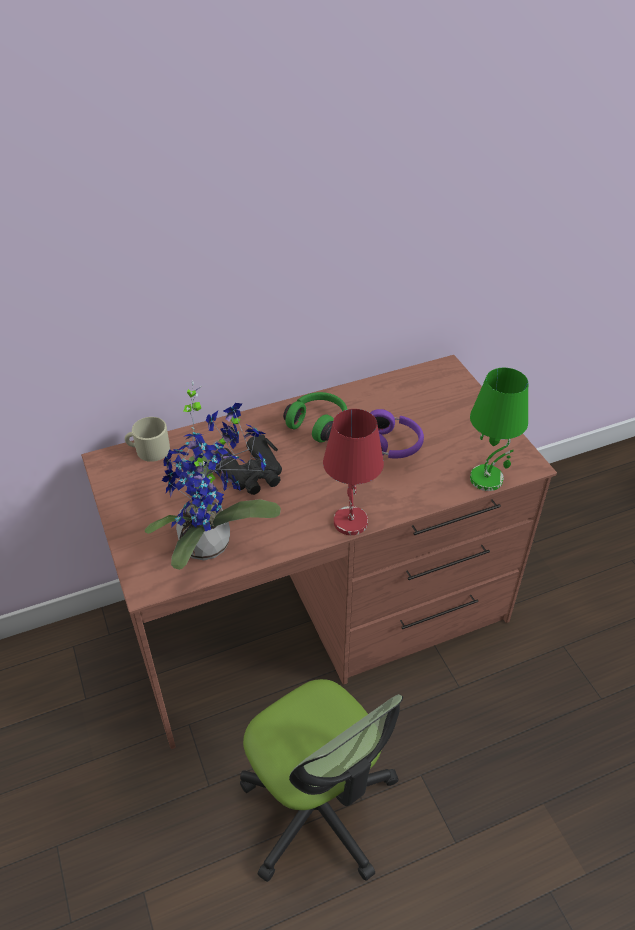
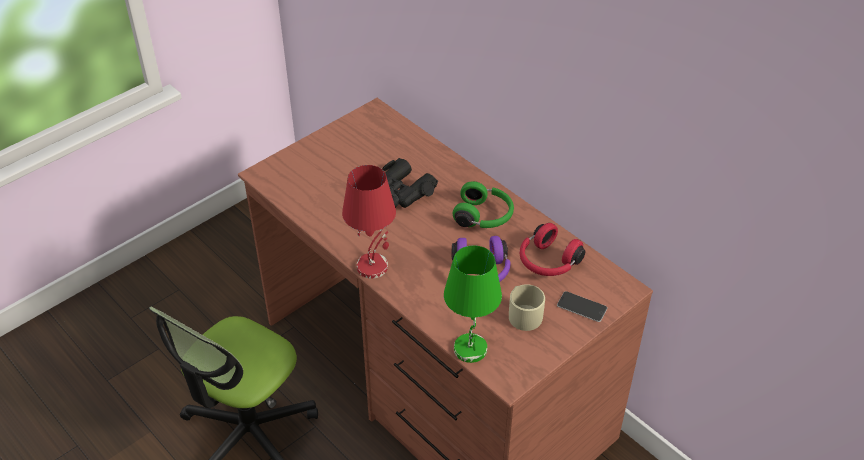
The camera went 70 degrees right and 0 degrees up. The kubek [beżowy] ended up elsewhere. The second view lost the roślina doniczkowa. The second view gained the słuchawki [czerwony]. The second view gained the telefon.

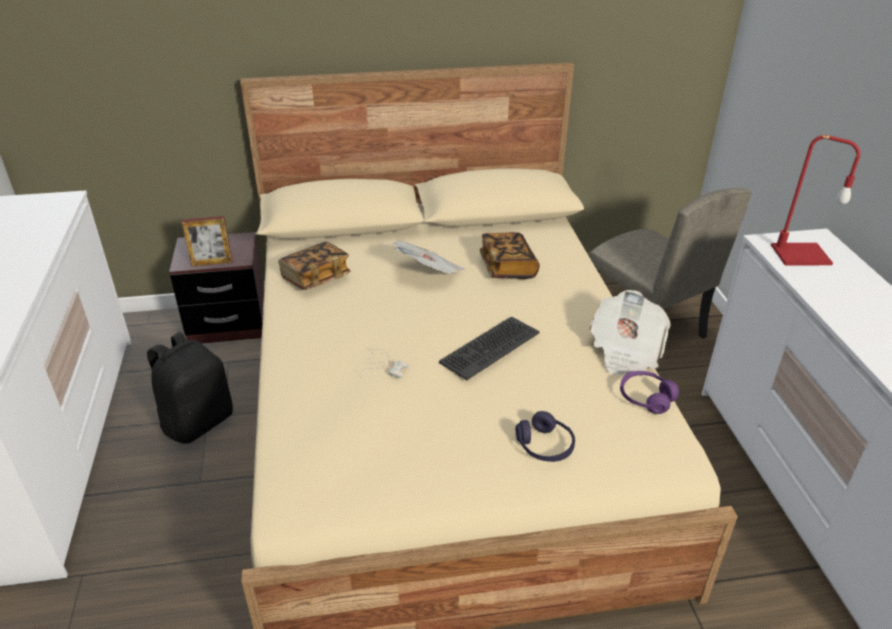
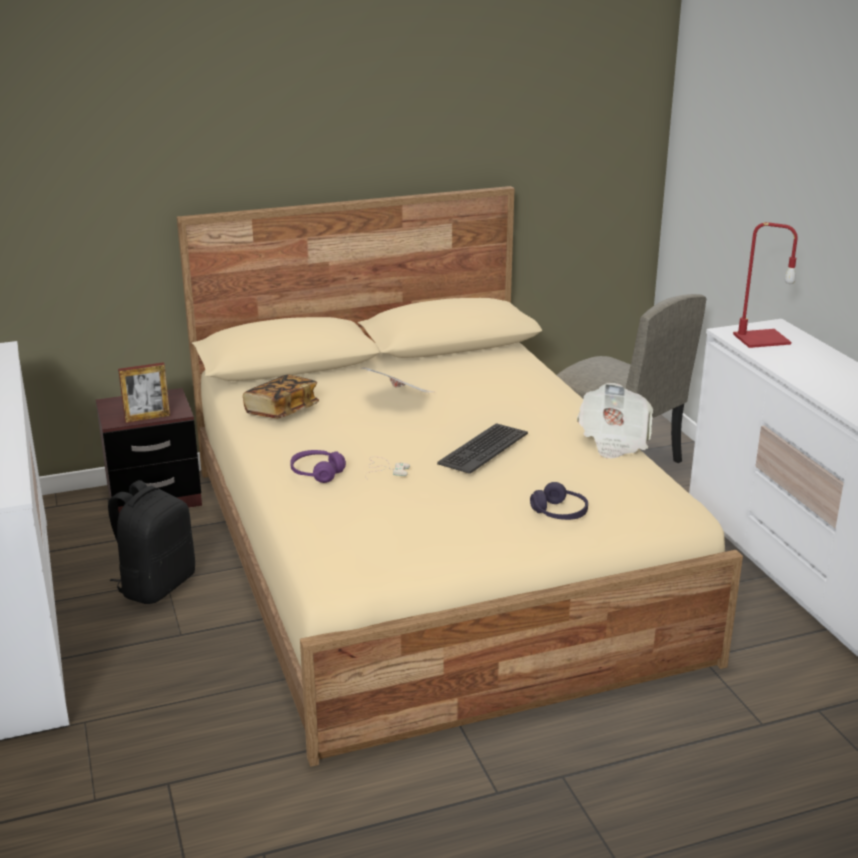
The camera went 10 degrees left and 10 degrees down. The second view lost the książka (2nd from left). The słuchawki [fioletowy] (2nd from left in the first image) ended up elsewhere.

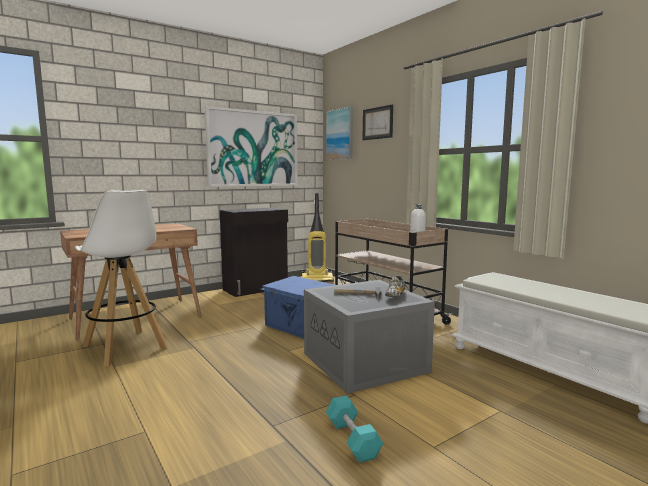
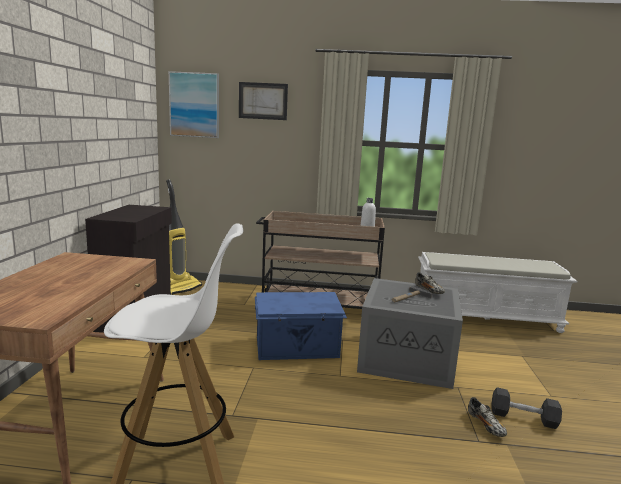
The camera went 50 degrees left and 5 degrees up. The second view lost the obraz (1st from left). What was the hantel [turkusowy] turned into the hantel [czarny]. The second view gained the but (2nd from left).

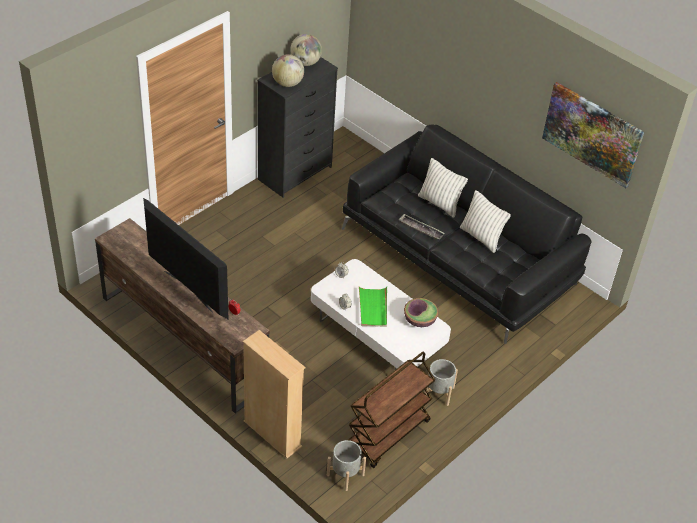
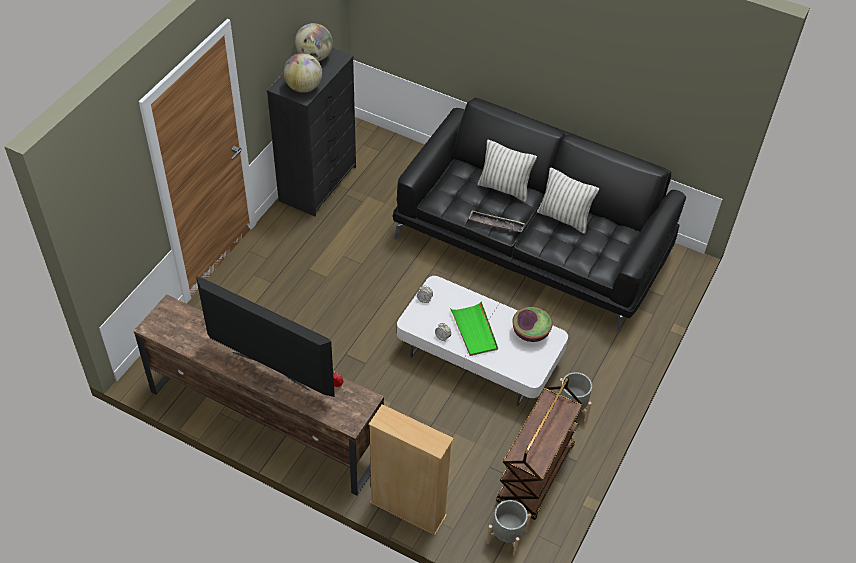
The camera went 15 degrees left and 5 degrees up. The second view lost the obraz.

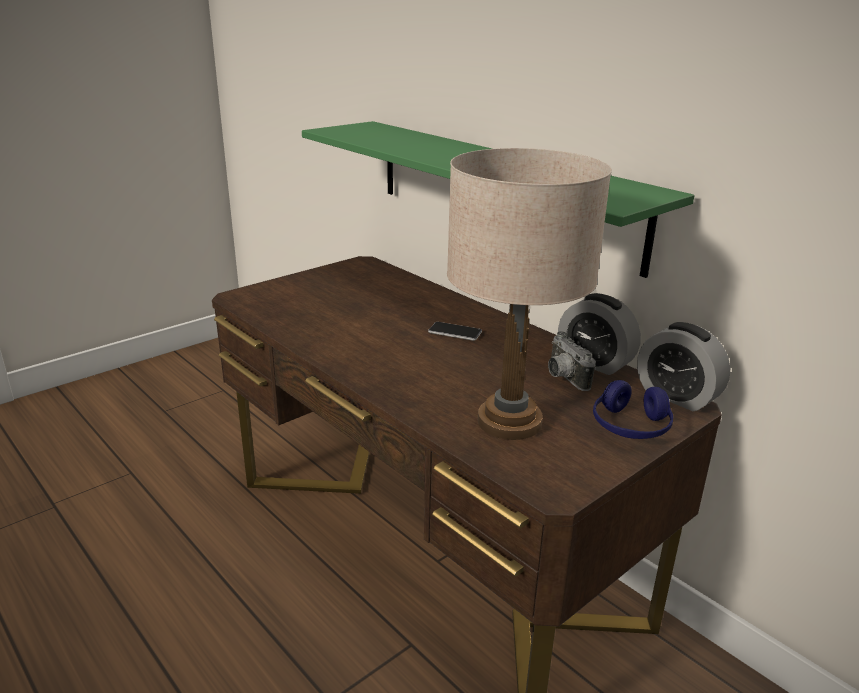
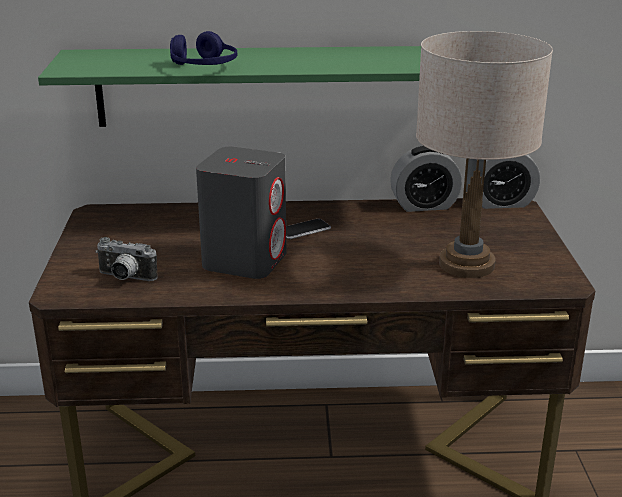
The camera went 50 degrees left and 0 degrees up. The aparat fotograficzny ended up elsewhere. The słuchawki [niebieski] ended up elsewhere. The second view gained the głośnik [szary].

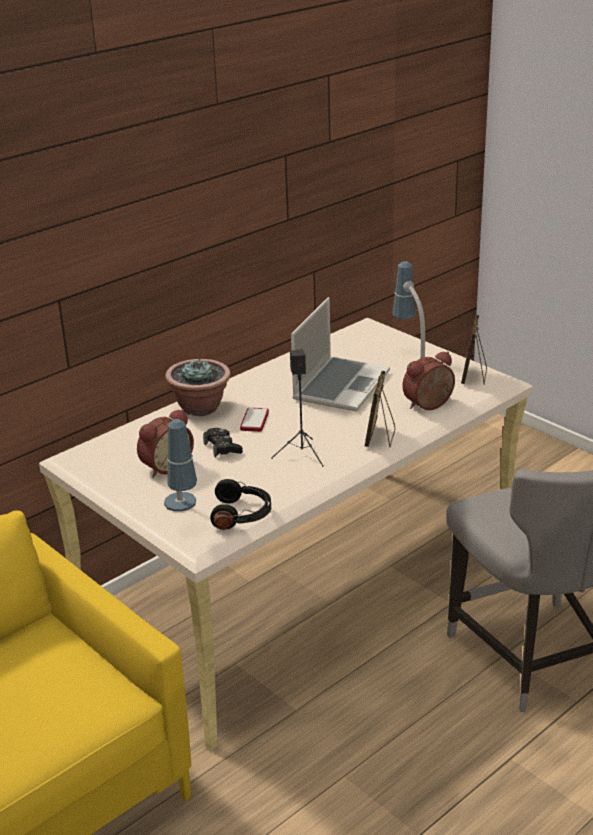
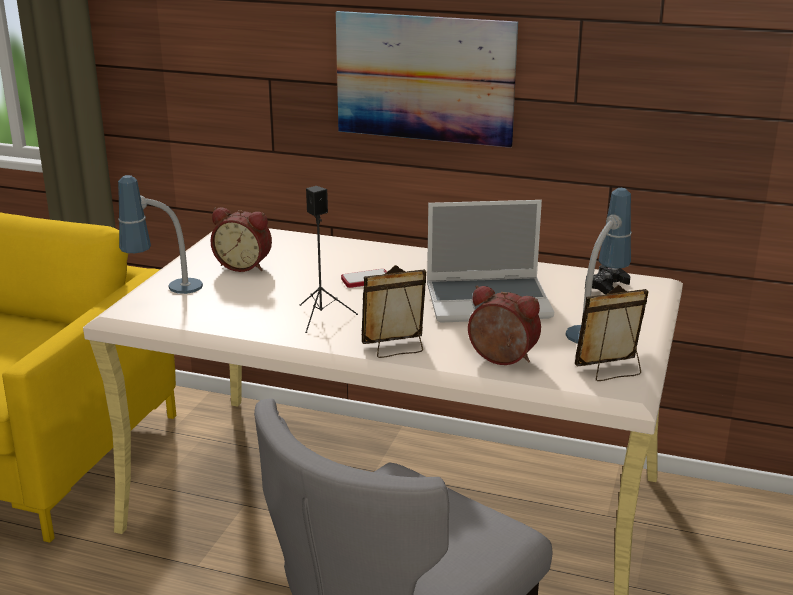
The camera went 60 degrees right and 5 degrees down. The second view lost the roślina doniczkowa. The pad do gier [czarny] ended up elsewhere. The second view lost the słuchawki [czarny]. The second view gained the obraz.

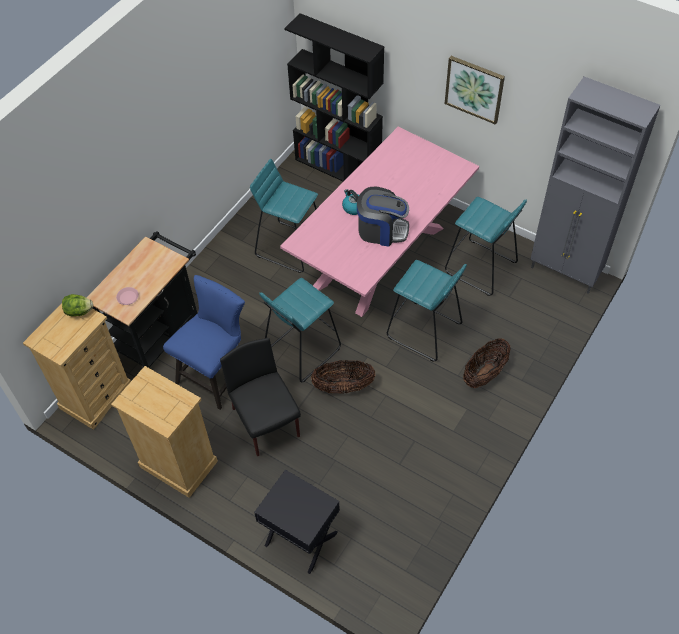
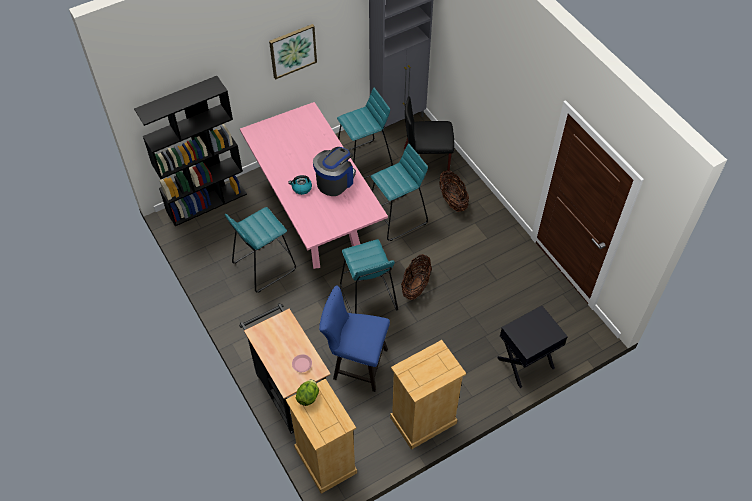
The camera went 65 degrees left and 0 degrees up. The krzesło [niebieski] ended up facing another way, 45 degrees counterclockwise from before. The krzesło [czarny] ended up elsewhere.

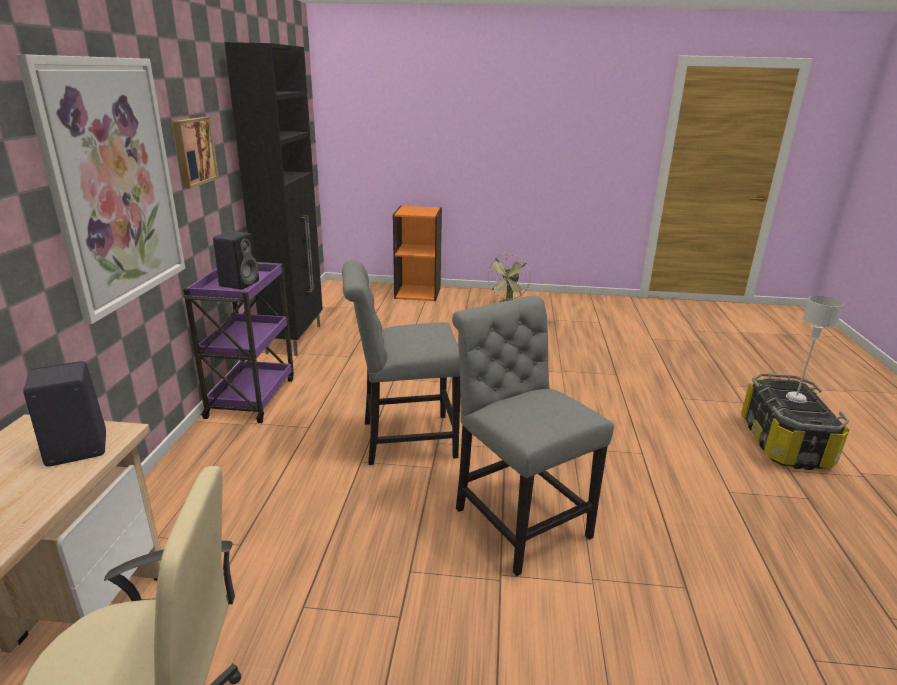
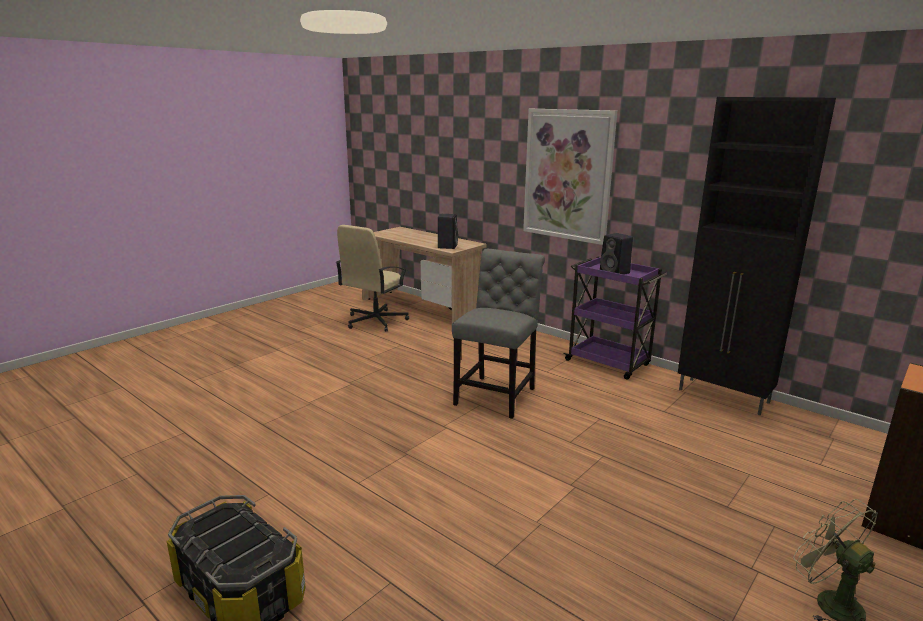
The camera went 125 degrees right and 5 degrees down. The second view lost the obraz (2nd from left). The second view lost the krzesło [szary] (2nd from left). The second view lost the lampa stołowa [szary].

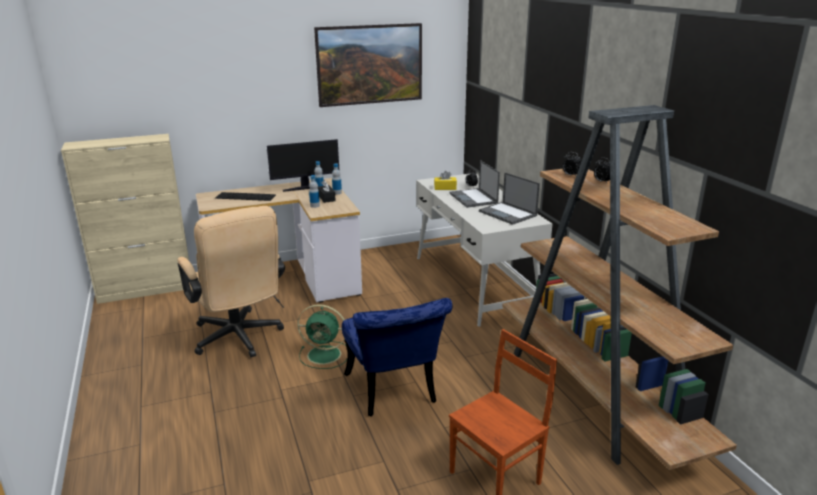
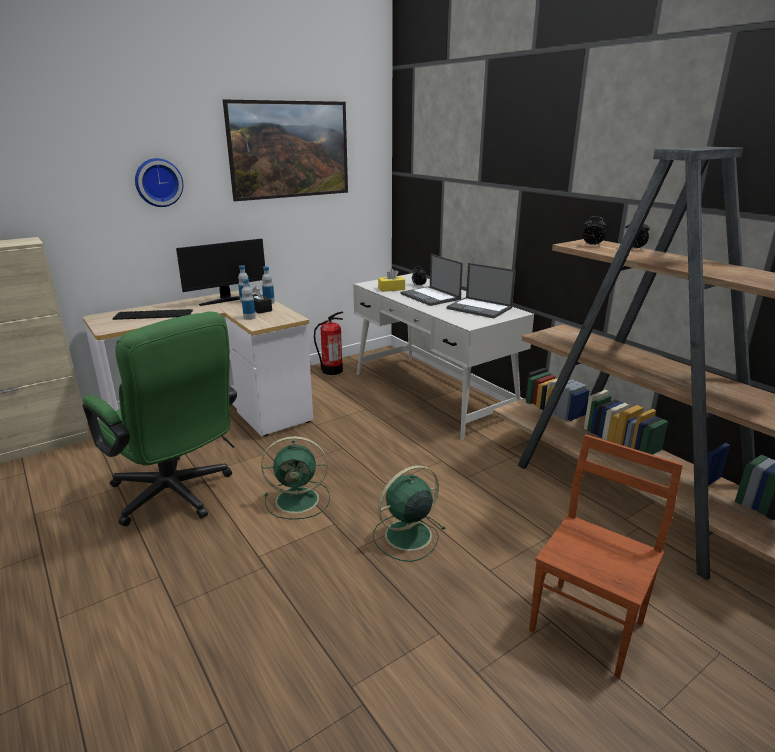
The camera went 15 degrees left and 0 degrees up. What was the krzesło biurowe [beżowy] turned into the krzesło biurowe [zielony]. Where the krzesło [niebieski] stood, the wentylator [zielony] (2nd from left) came to stand. The second view gained the zegar ścienny. The second view gained the gaśnica.

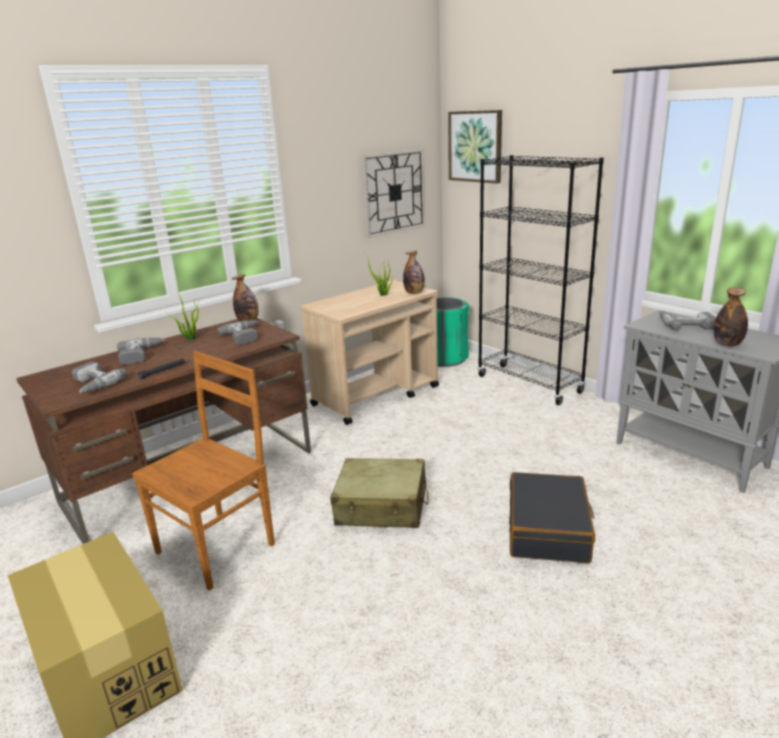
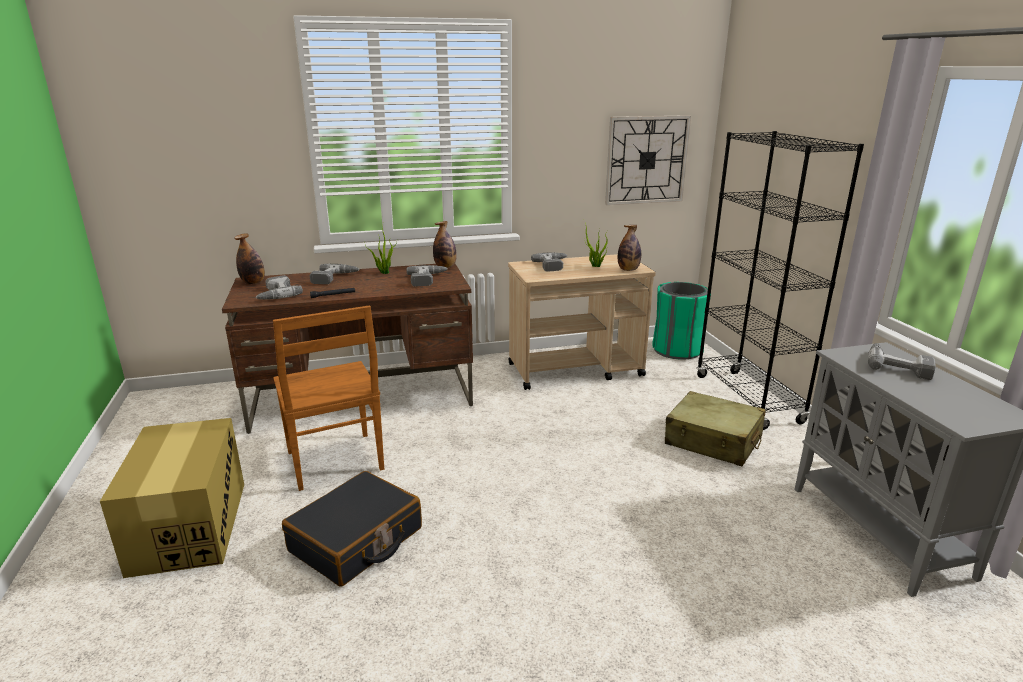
The camera went 25 degrees right and 0 degrees up. The krzesło [brązowy] ended up facing another way, 90 degrees clockwise from before. The walizka [beżowy] ended up elsewhere. The second view lost the obraz. The walizka [czarny] ended up elsewhere. The butelka (3rd from left in the first image) ended up elsewhere. The second view gained the wiertarka (4th from left).

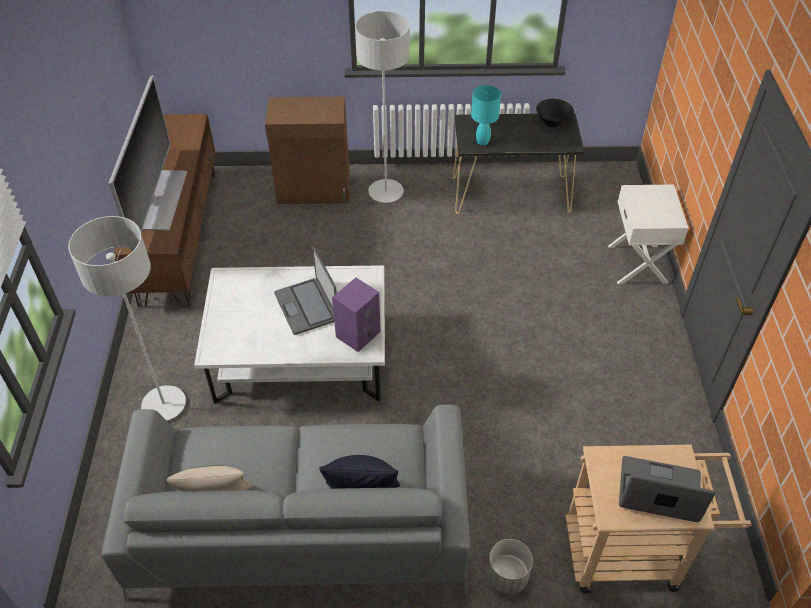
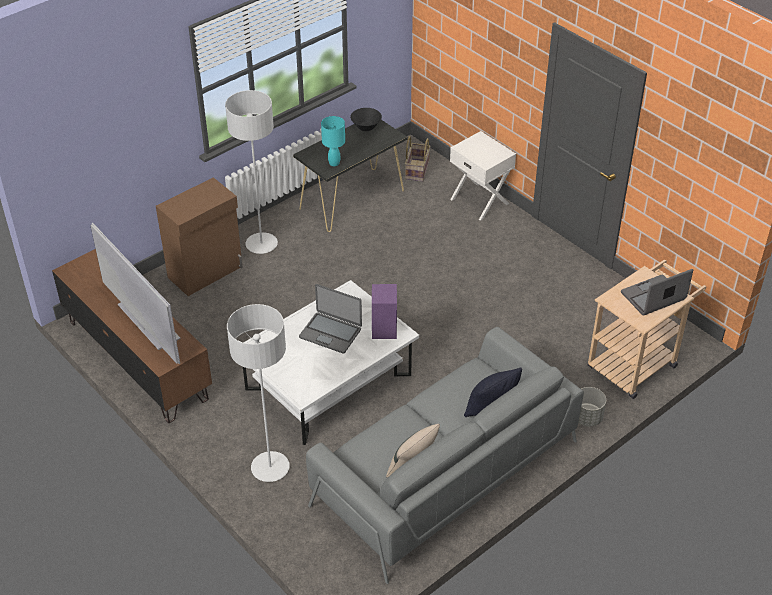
The camera went 40 degrees left and 5 degrees down. The second view gained the koszyk.

